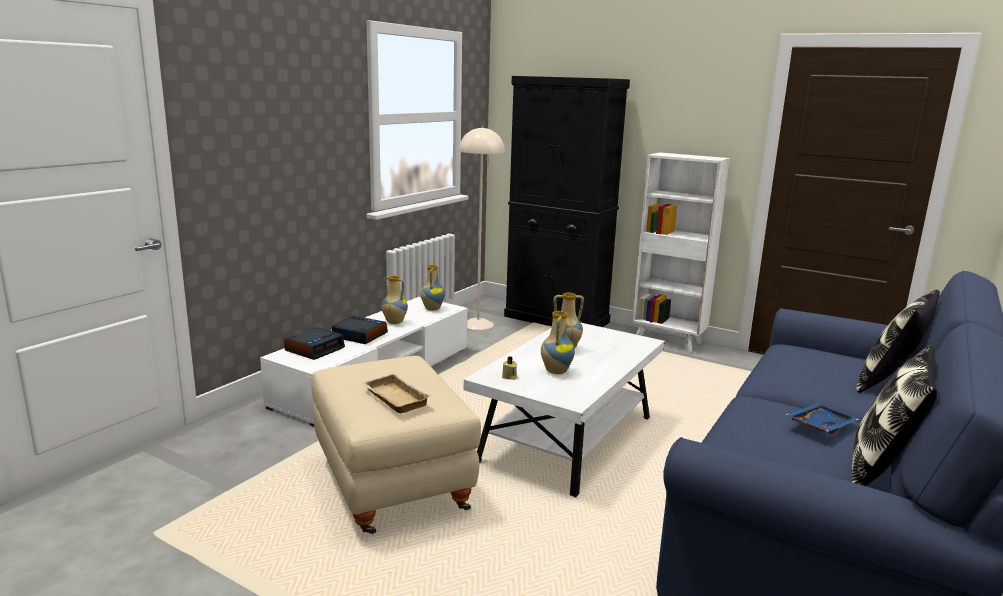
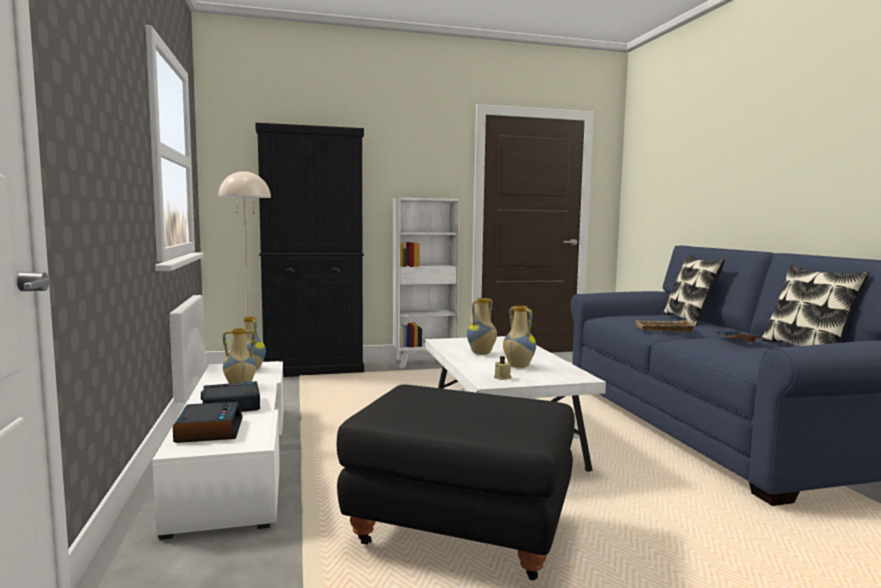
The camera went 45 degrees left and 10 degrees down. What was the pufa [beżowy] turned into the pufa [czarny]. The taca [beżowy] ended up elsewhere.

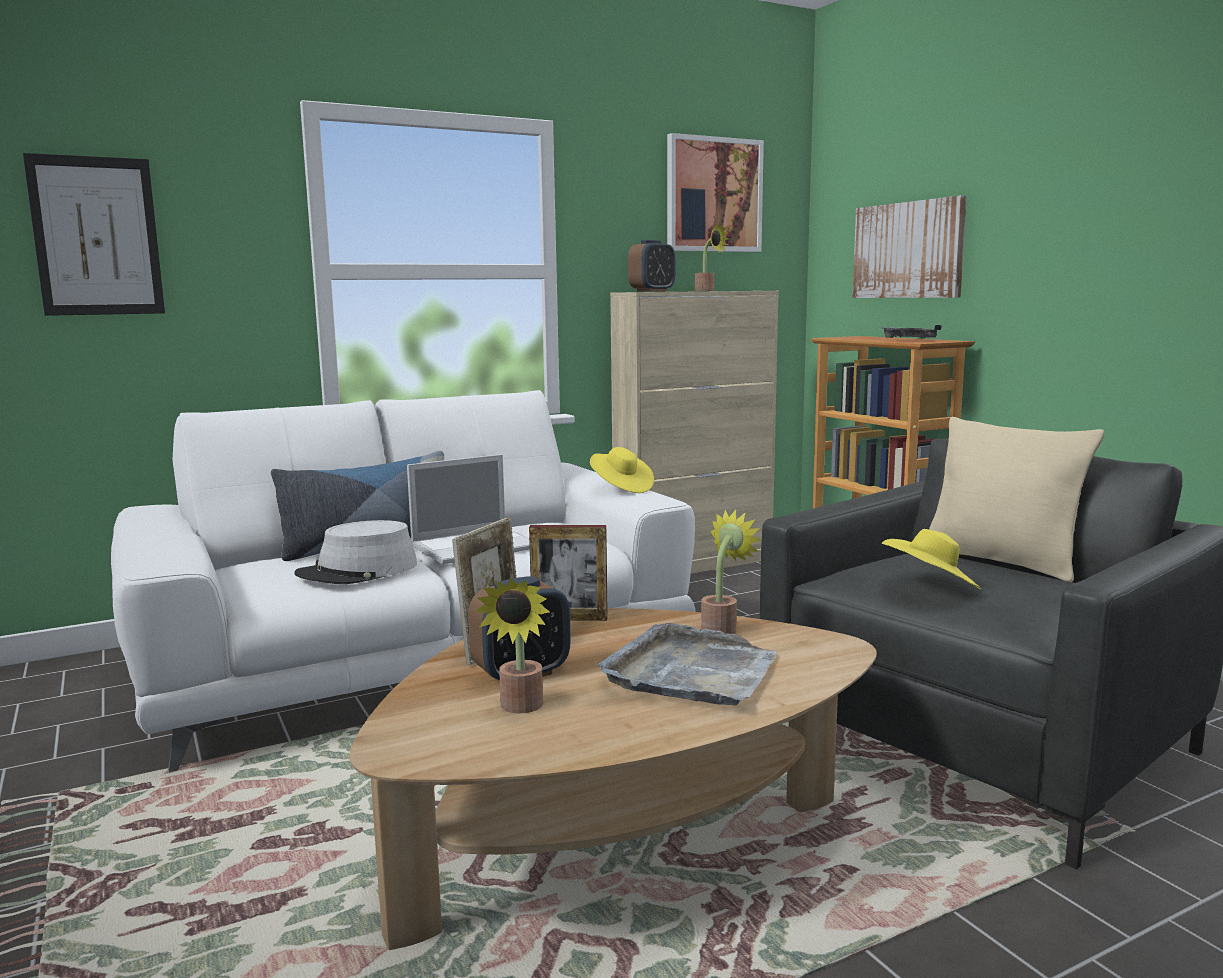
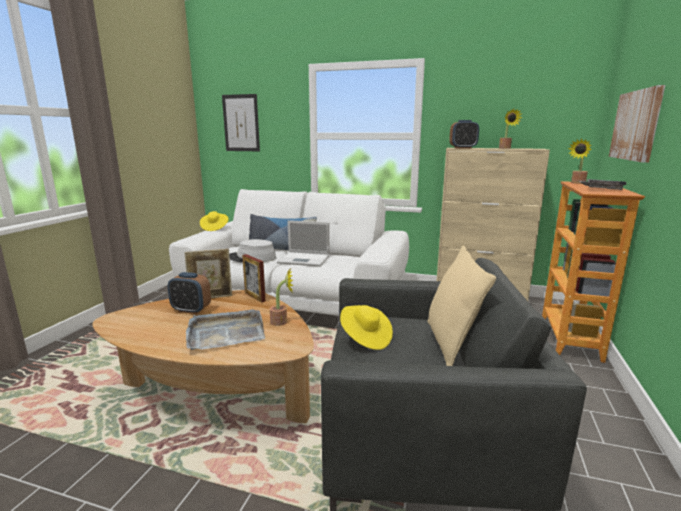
The camera went 45 degrees right and 5 degrees up. The roślina doniczkowa (1st from left in the first image) ended up elsewhere. The kapelusz [żółty] (1st from left) ended up elsewhere. The second view lost the obraz (2nd from left).

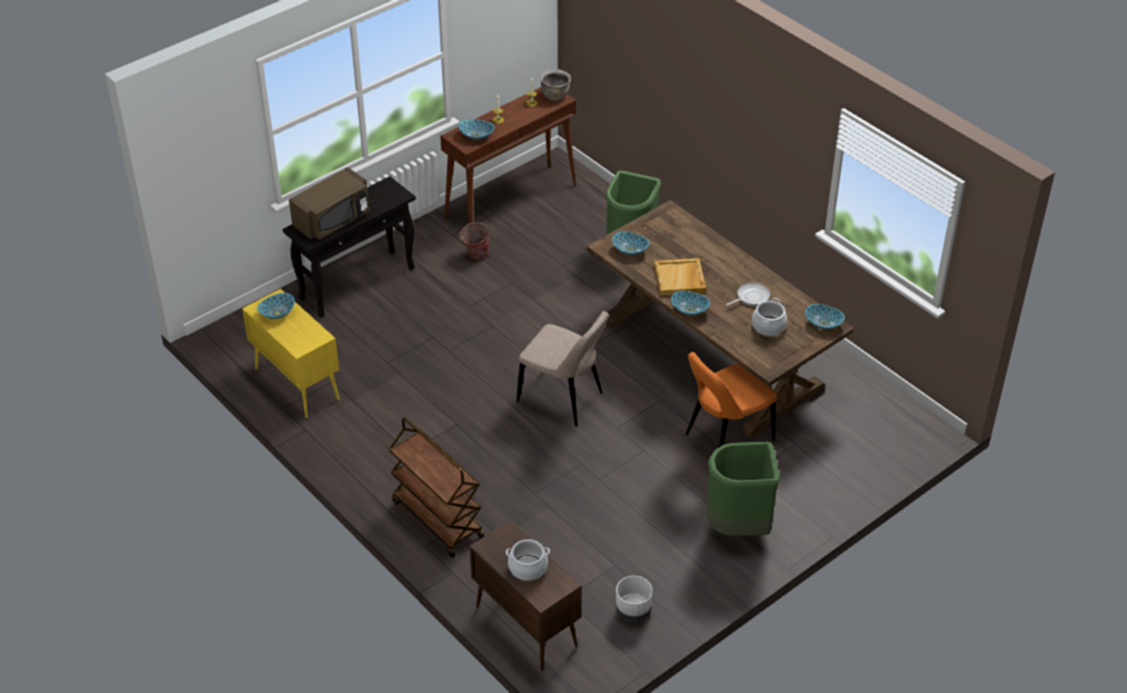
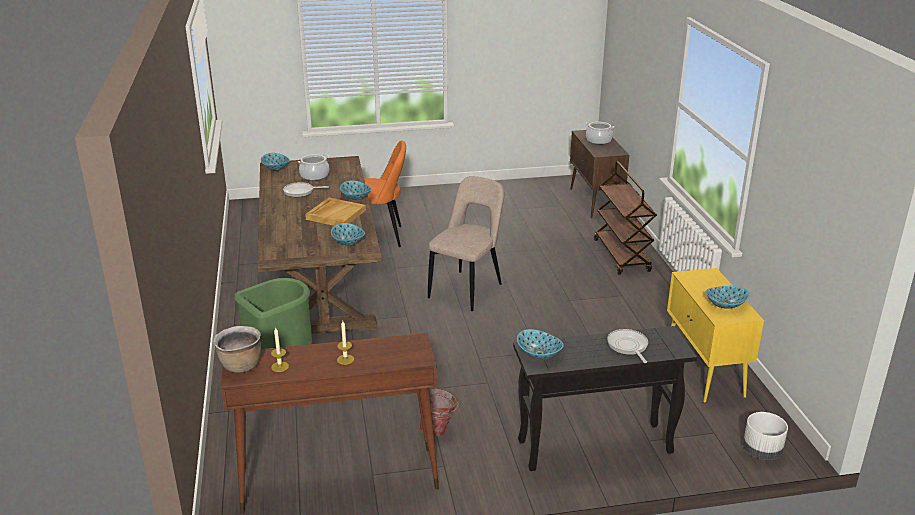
The camera went 150 degrees left and 15 degrees down. Where the mikrofalówka [brązowy] stood, the patelnia (2nd from left) came to stand. The miska (2nd from left in the first image) ended up elsewhere. The krzesło [beżowy] ended up facing another way, 60 degrees clockwise from before. The donica [biały] ended up elsewhere. The second view lost the kosz na śmieci [zielony] (2nd from left).

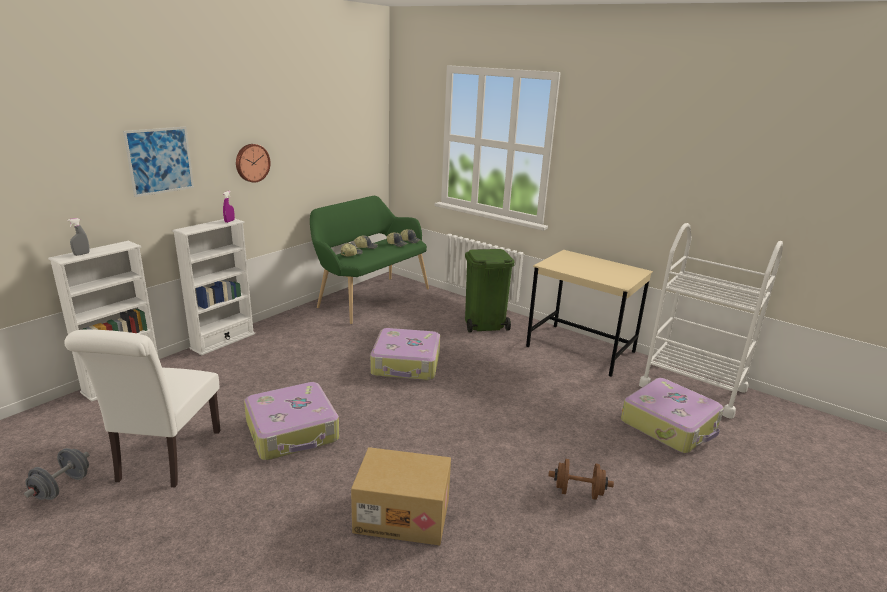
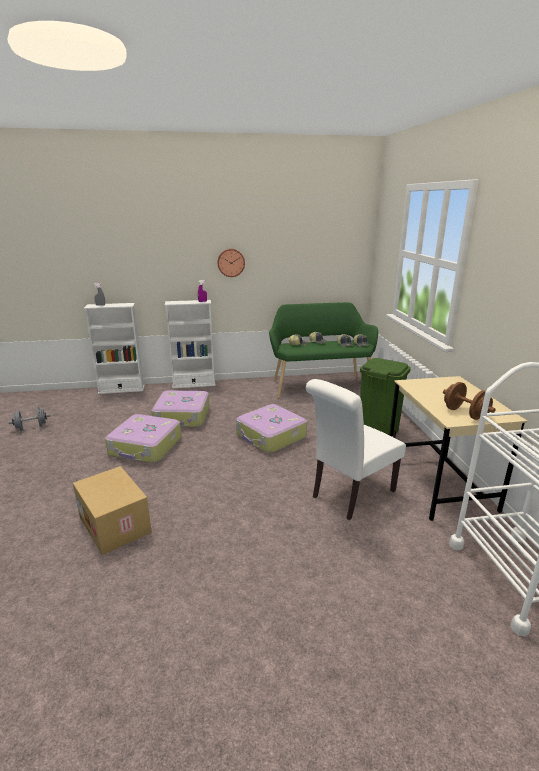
The camera went 45 degrees right and 0 degrees up. The krzesło [biały] ended up elsewhere. The second view lost the obraz. The hantel [brązowy] ended up elsewhere. The walizka (3rd from left in the first image) ended up elsewhere.

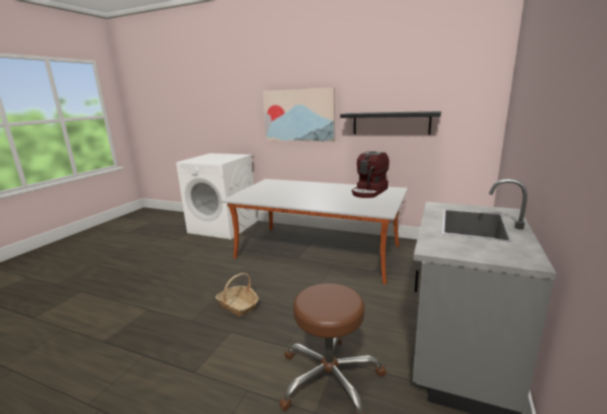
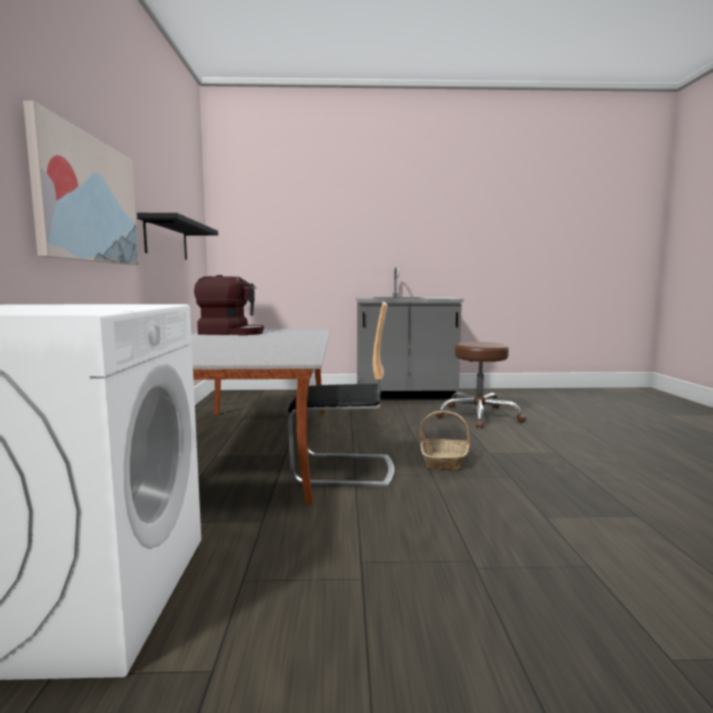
The camera went 115 degrees left and 10 degrees down. The second view gained the krzesło.

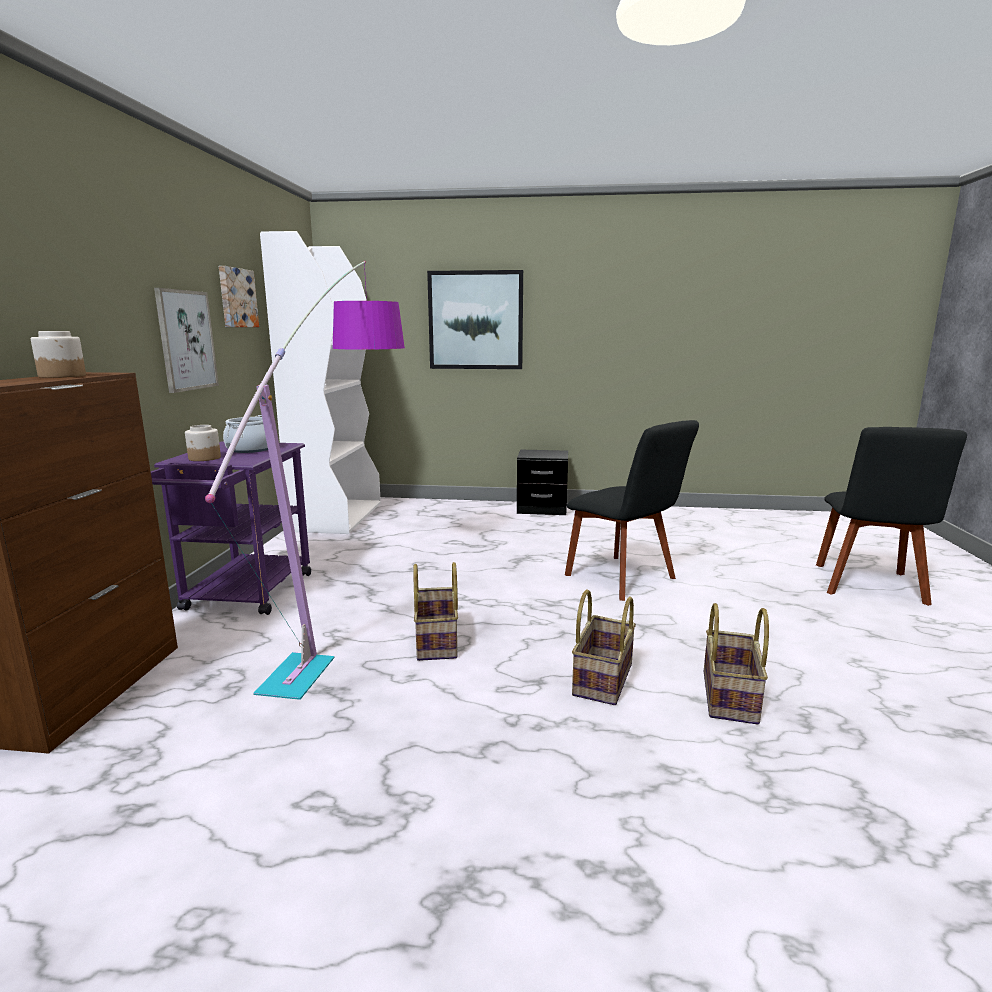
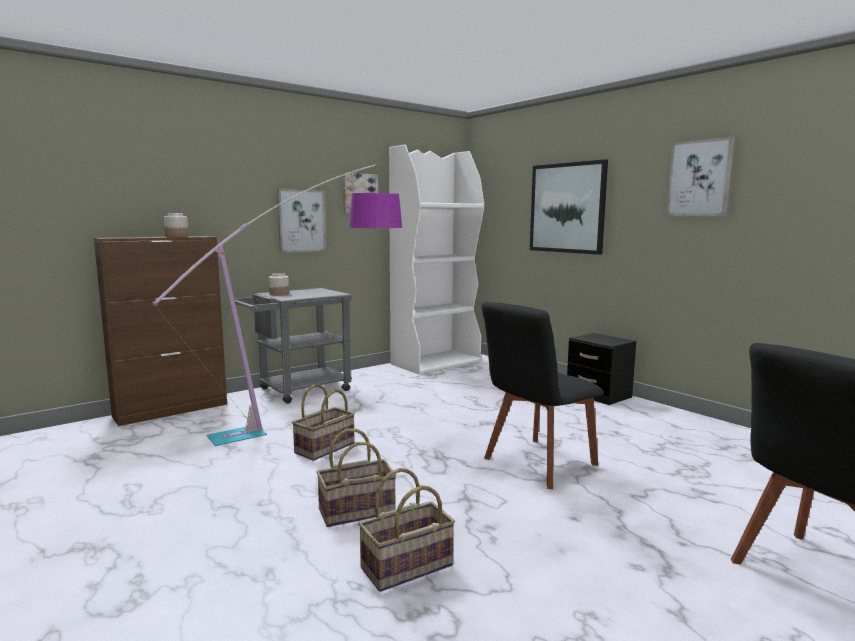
The camera went 45 degrees right and 5 degrees down. What was the wózek [fioletowy] turned into the wózek [szary]. The second view lost the garnek. The krzesło [czarny] (1st from left) ended up facing another way, 45 degrees clockwise from before. The second view gained the obraz (4th from left).

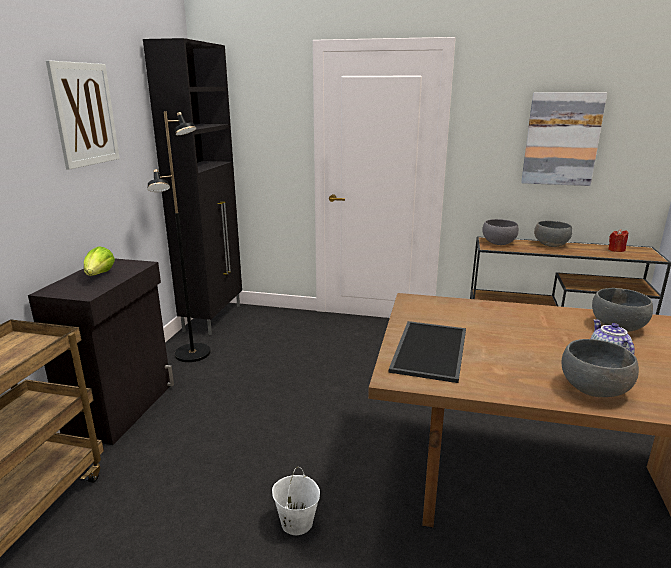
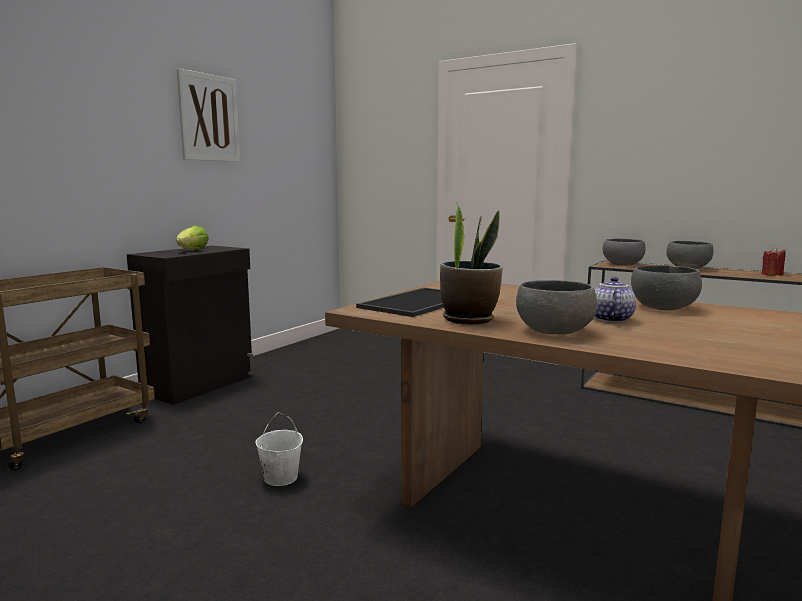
The camera went 20 degrees right and 10 degrees down. The second view lost the szafka [czarny] (2nd from left). The second view lost the lampa stojąca [czarny]. The second view lost the obraz (2nd from left). The second view gained the roślina doniczkowa.

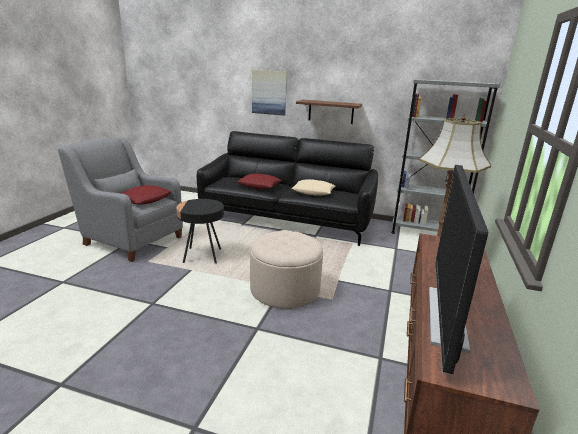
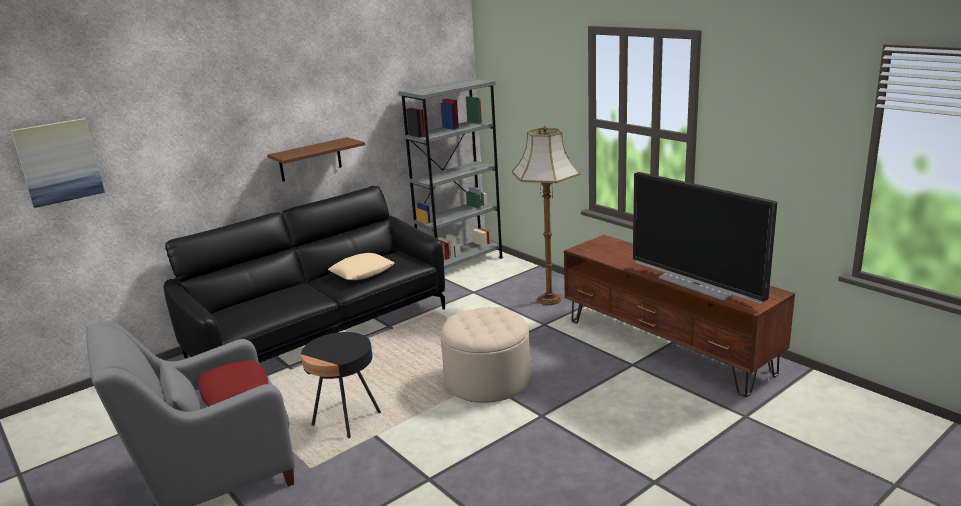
The camera went 55 degrees left and 0 degrees up. The second view lost the poduszka [czerwony] (2nd from left). The obraz ended up elsewhere.

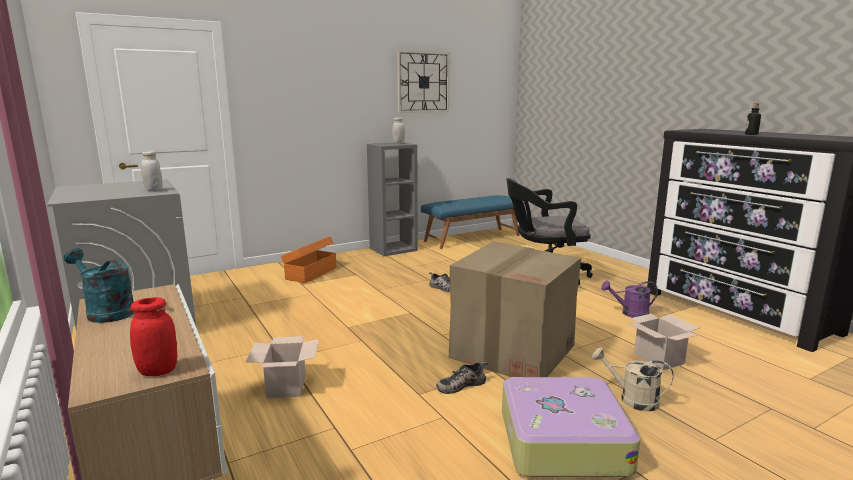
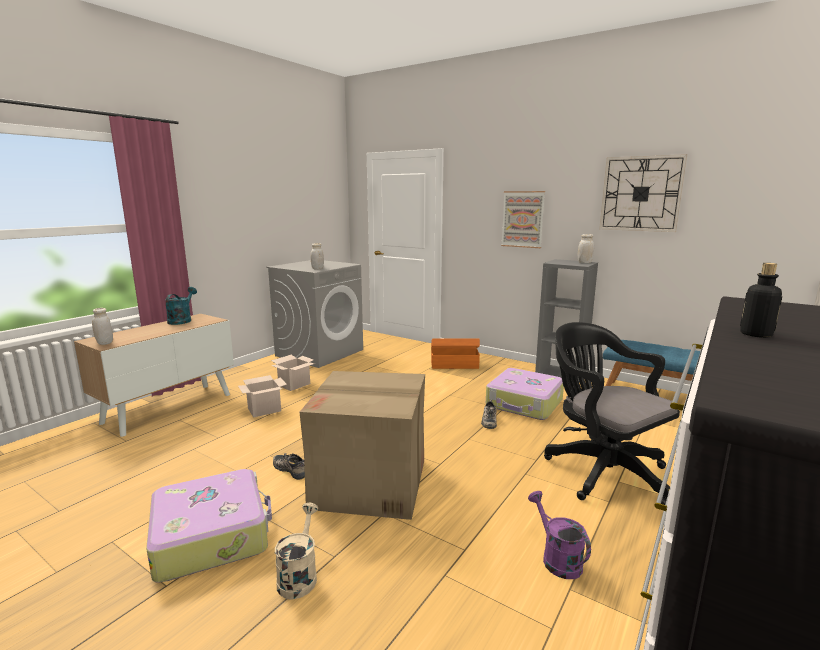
The camera went 65 degrees right and 0 degrees up. What was the słoik [czerwony] turned into the słoik [biały] (1st from left). The karton (3rd from left in the first image) ended up elsewhere. The second view gained the walizka (2nd from left). The second view gained the obraz.

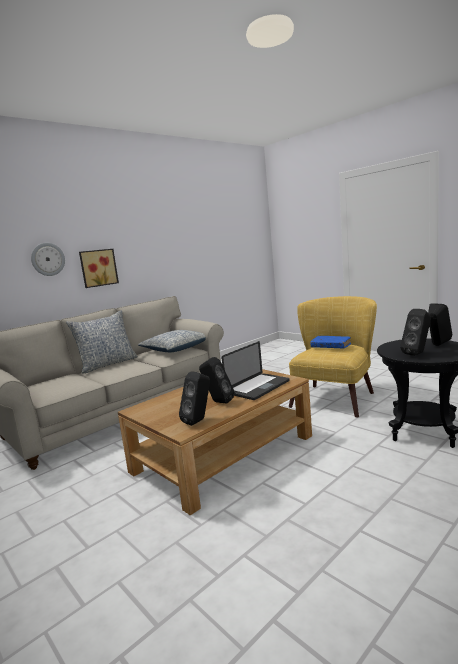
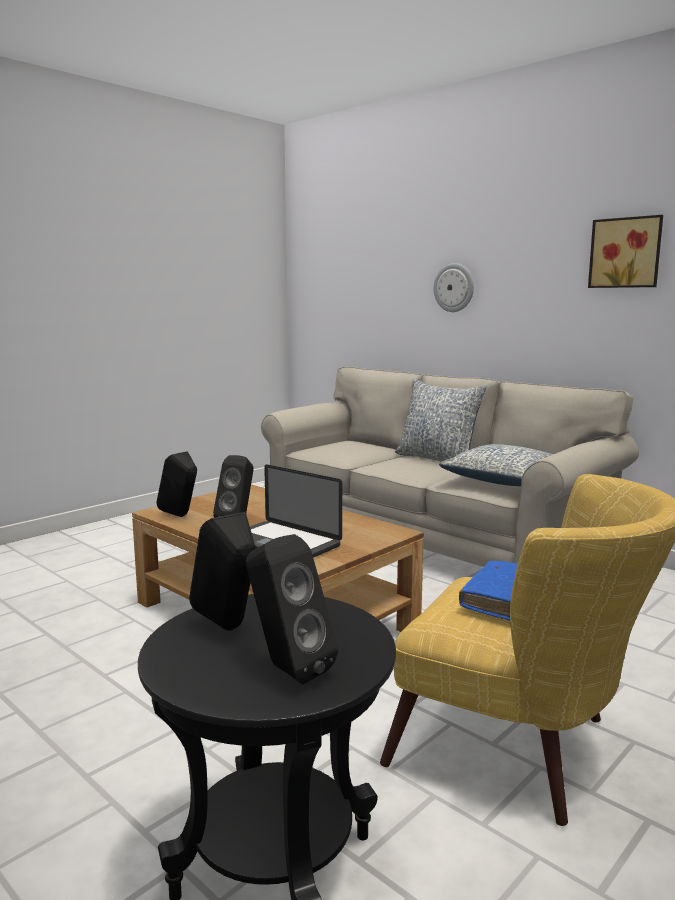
The camera went 85 degrees right and 0 degrees up. The obraz ended up elsewhere.

